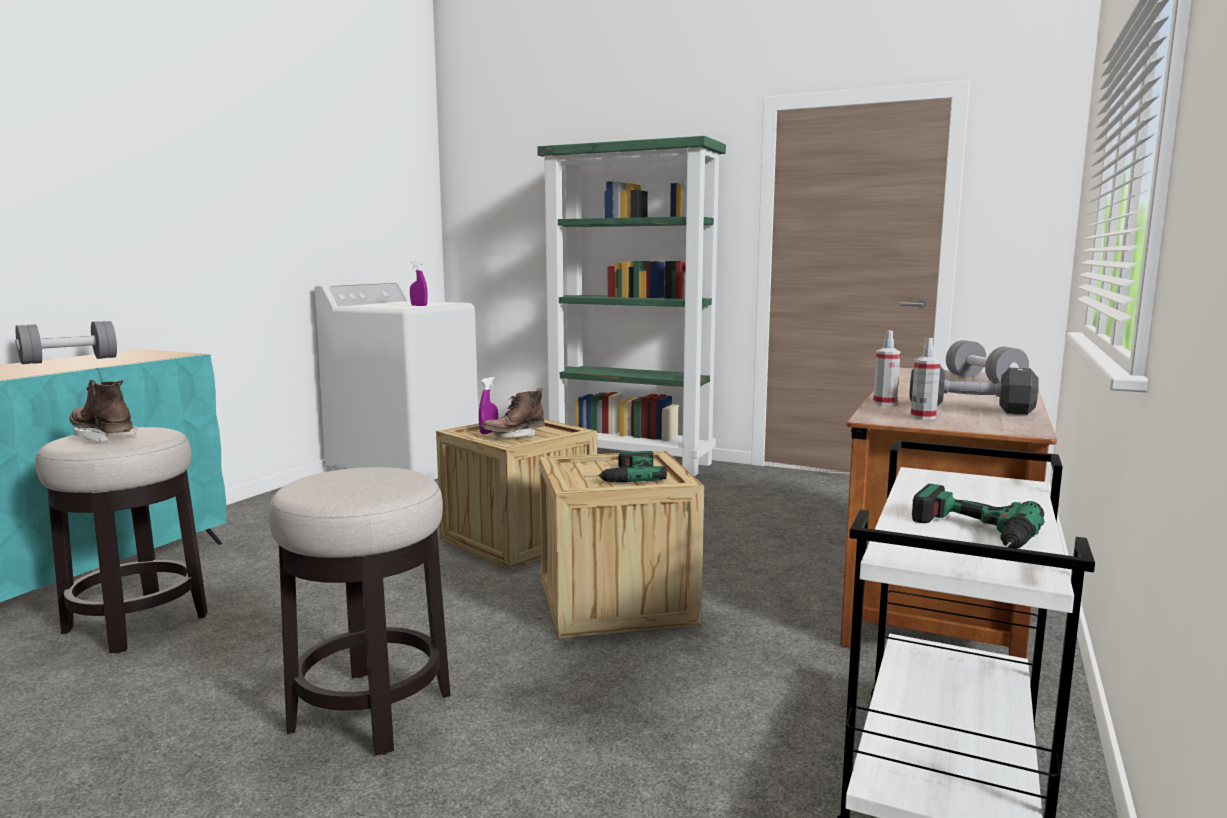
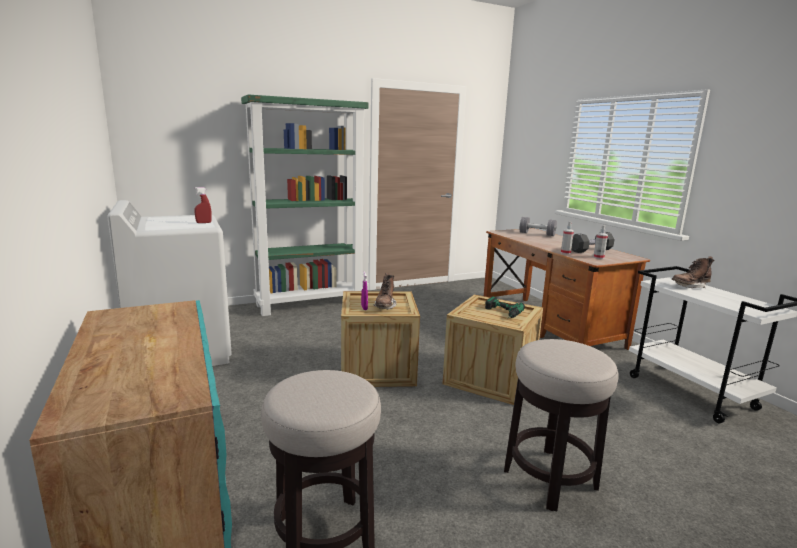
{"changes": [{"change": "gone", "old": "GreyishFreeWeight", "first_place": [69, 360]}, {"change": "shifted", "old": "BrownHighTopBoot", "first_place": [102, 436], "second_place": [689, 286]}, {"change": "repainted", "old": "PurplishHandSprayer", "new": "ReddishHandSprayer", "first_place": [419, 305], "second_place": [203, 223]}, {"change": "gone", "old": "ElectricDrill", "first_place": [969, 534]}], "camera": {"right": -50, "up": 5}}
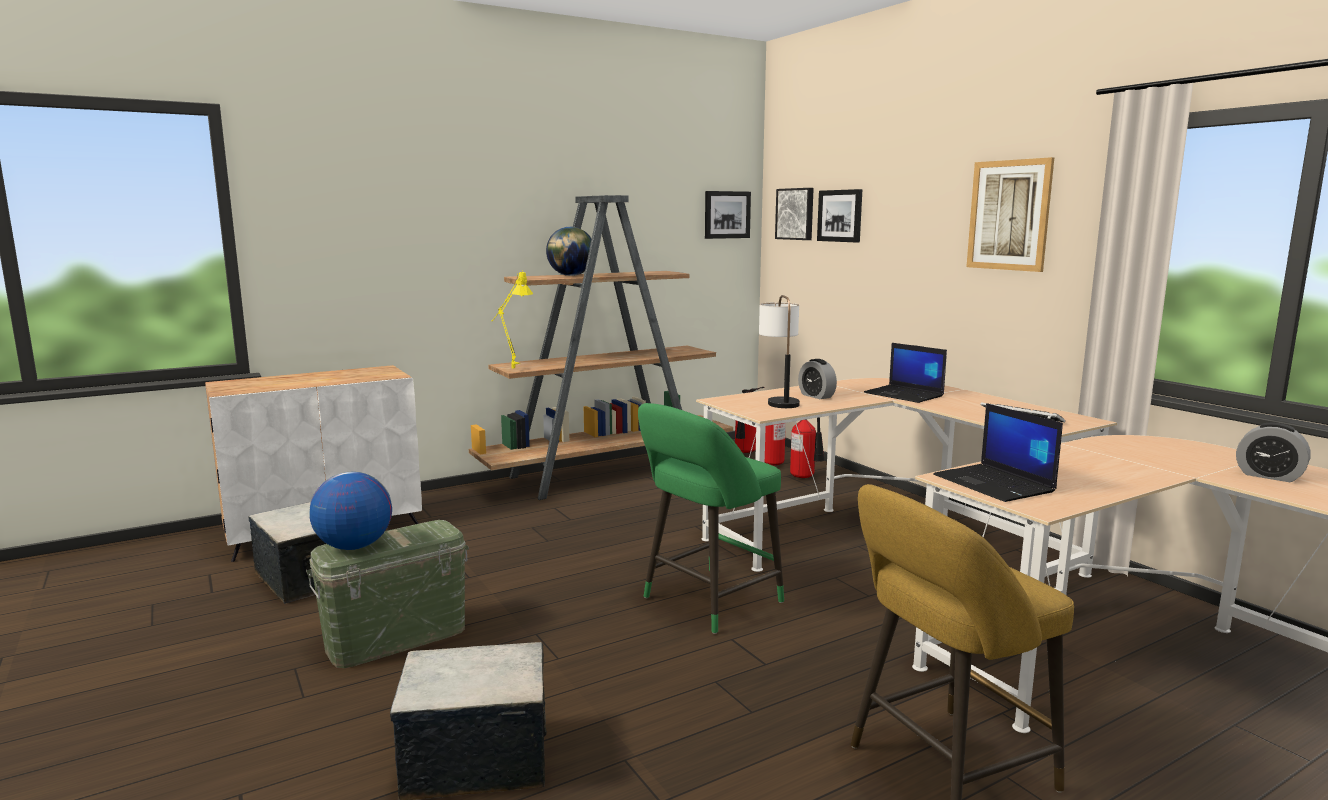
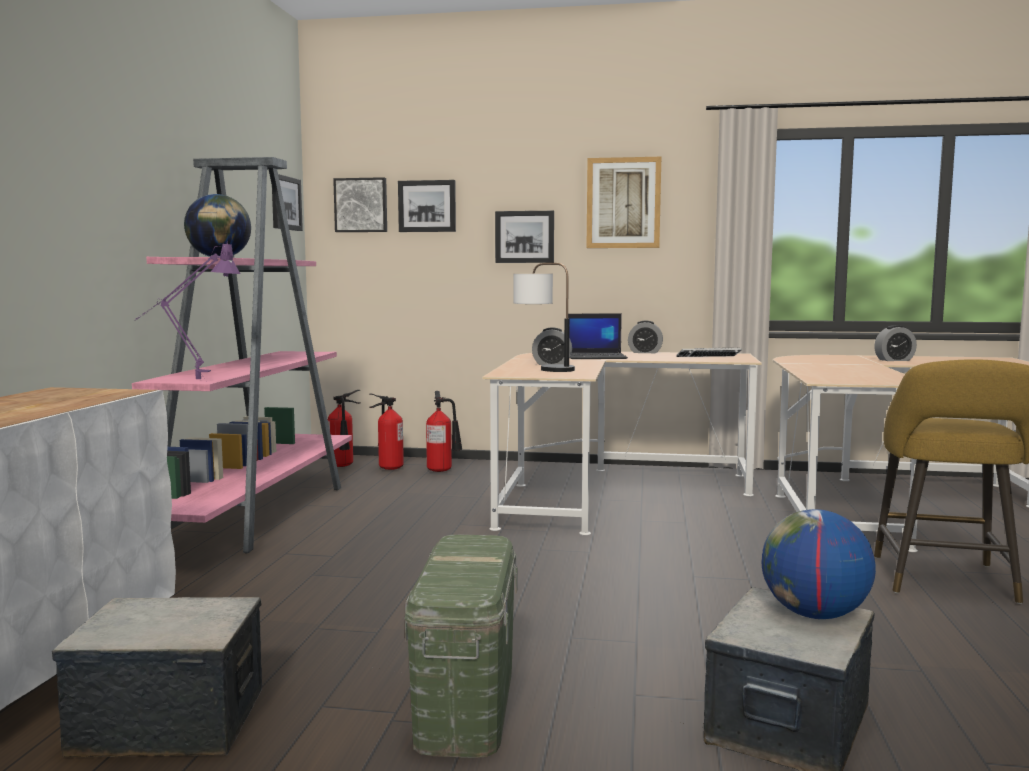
{"changes": [{"change": "shifted", "old": "WorldGlobe", "first_place": [354, 546], "second_place": [814, 615]}, {"change": "repainted", "old": "BrownBookcase", "new": "PinkBookcase", "first_place": [608, 473], "second_place": [256, 513]}, {"change": "repainted", "old": "YellowTabletopLamp", "new": "PurplishTabletopLamp", "first_place": [510, 369], "second_place": [191, 381]}, {"change": "gone", "old": "GreenColouredStool", "first_place": [707, 602]}, {"change": "gone", "old": "Laptop", "first_place": [995, 484]}, {"change": "new", "new": "WallArt", "second_place": [524, 237]}, {"change": "new", "new": "AlarmClock", "second_place": [645, 352]}], "camera": {"right": -50, "up": -5}}
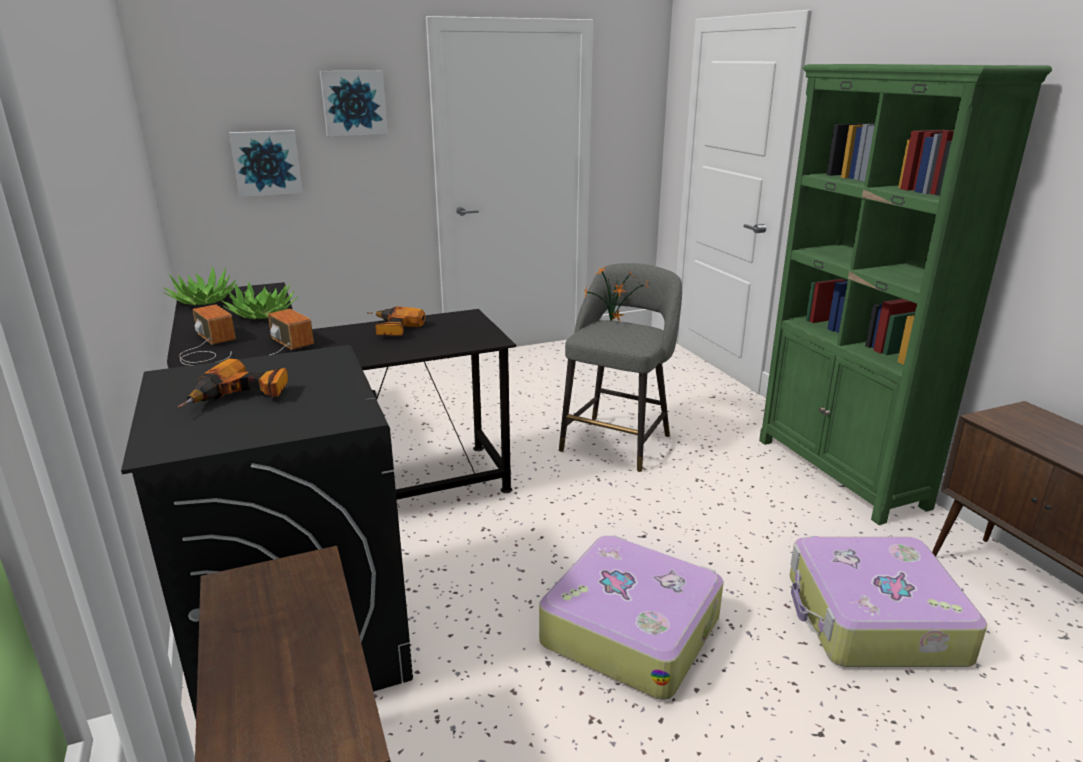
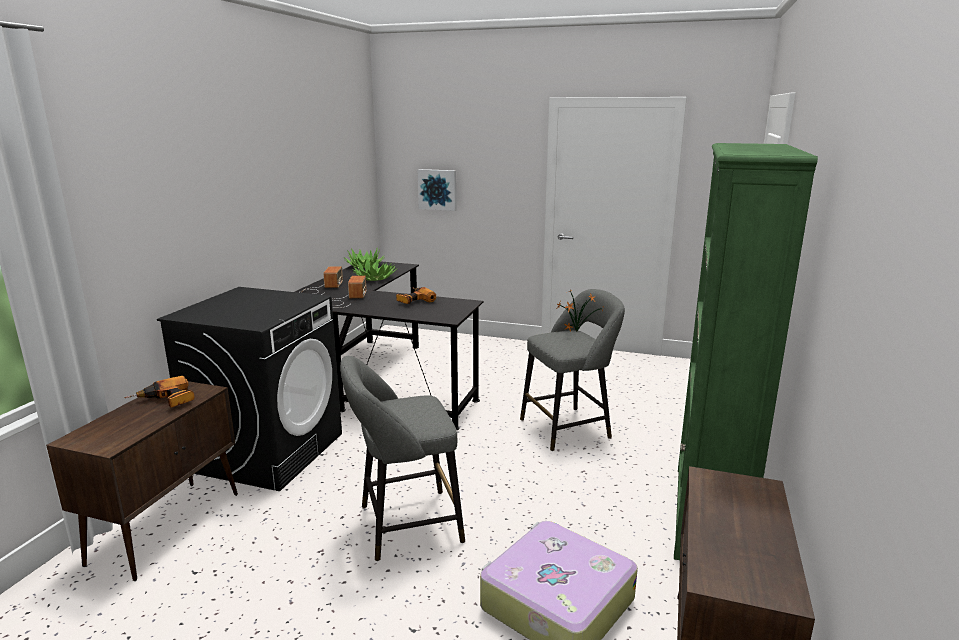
{"changes": [{"change": "shifted", "old": "ElectricDrill", "first_place": [241, 398], "second_place": [167, 401]}, {"change": "gone", "old": "WallArt", "first_place": [354, 103]}, {"change": "swapped", "old": "Suitcase", "new": "GreyishStool", "first_place": [630, 629], "second_place": [404, 525]}], "camera": {"right": 40, "up": -5}}
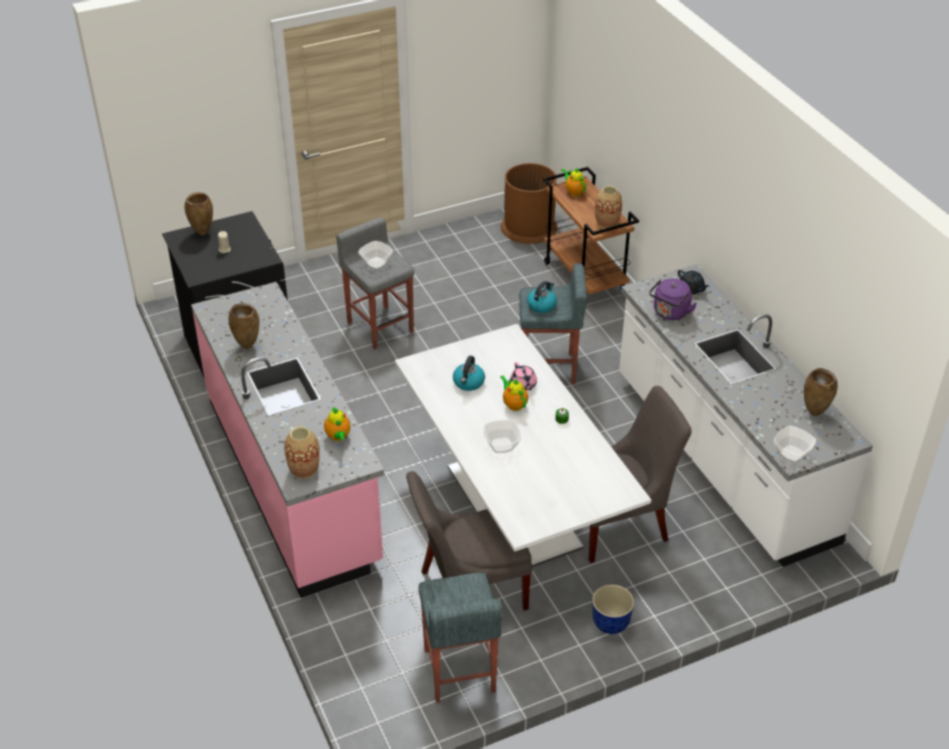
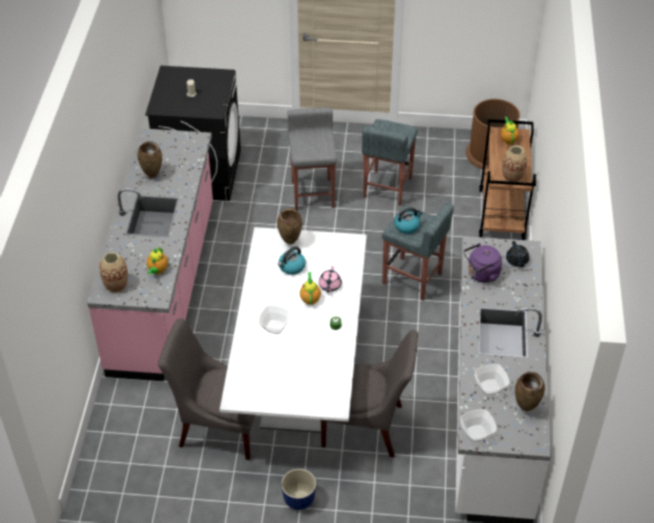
{"changes": [{"change": "shifted", "old": "BrownVase", "first_place": [202, 233], "second_place": [289, 242]}, {"change": "shifted", "old": "Bowl", "first_place": [376, 263], "second_place": [490, 387]}, {"change": "shifted", "old": "GreyishStool", "first_place": [459, 671], "second_place": [387, 188]}], "camera": {"right": 30, "up": 5}}
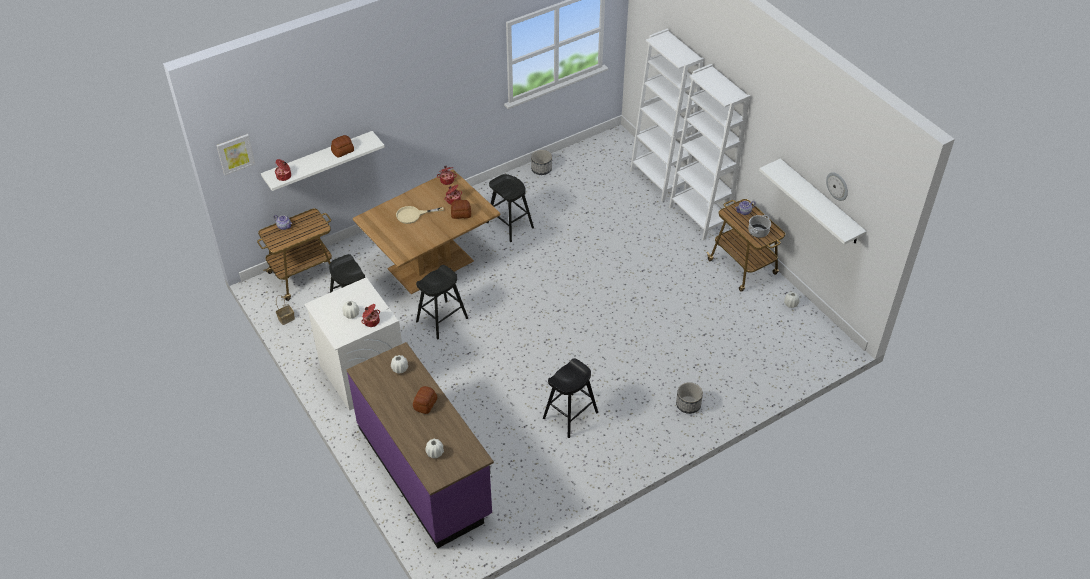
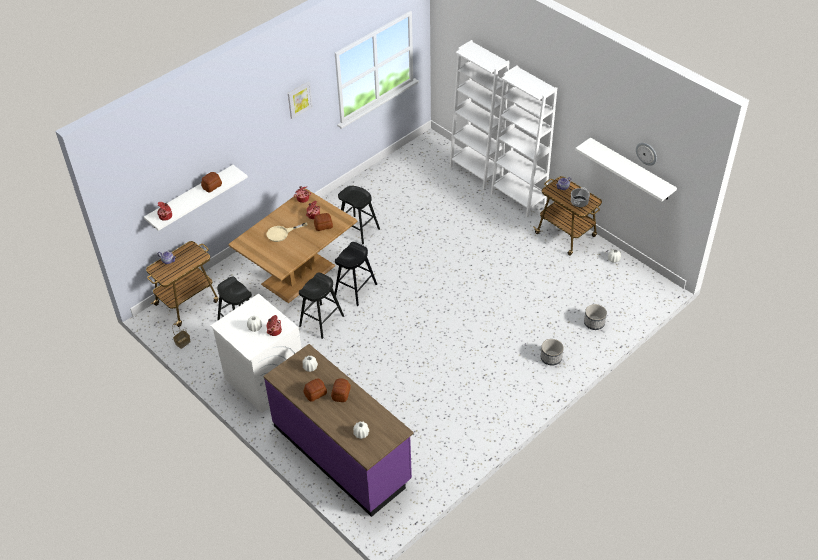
{"changes": [{"change": "shifted", "old": "WallArt", "first_place": [235, 154], "second_place": [299, 99]}, {"change": "shifted", "old": "Planter", "first_place": [541, 169], "second_place": [594, 323]}, {"change": "shifted", "old": "BlackishStool", "first_place": [570, 415], "second_place": [355, 289]}, {"change": "new", "new": "BakeryBread", "second_place": [316, 393]}], "camera": {"right": -10, "up": 0}}
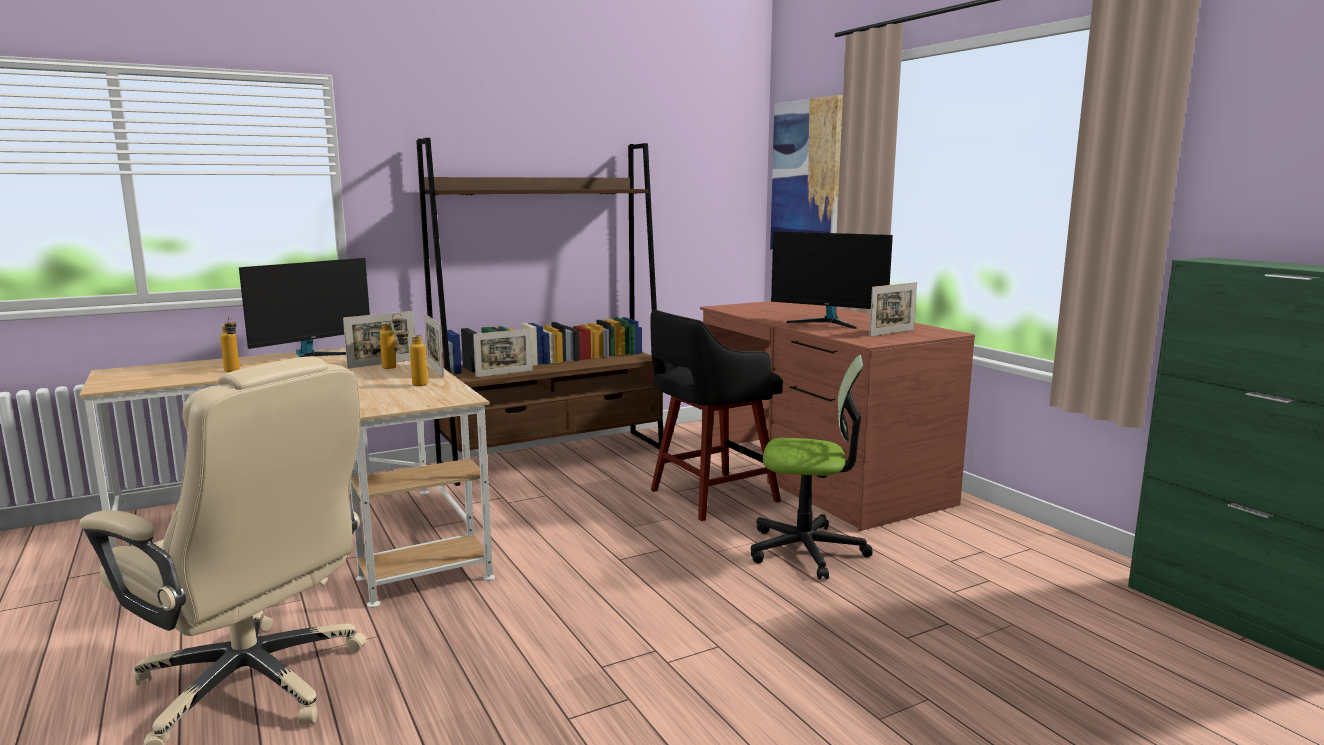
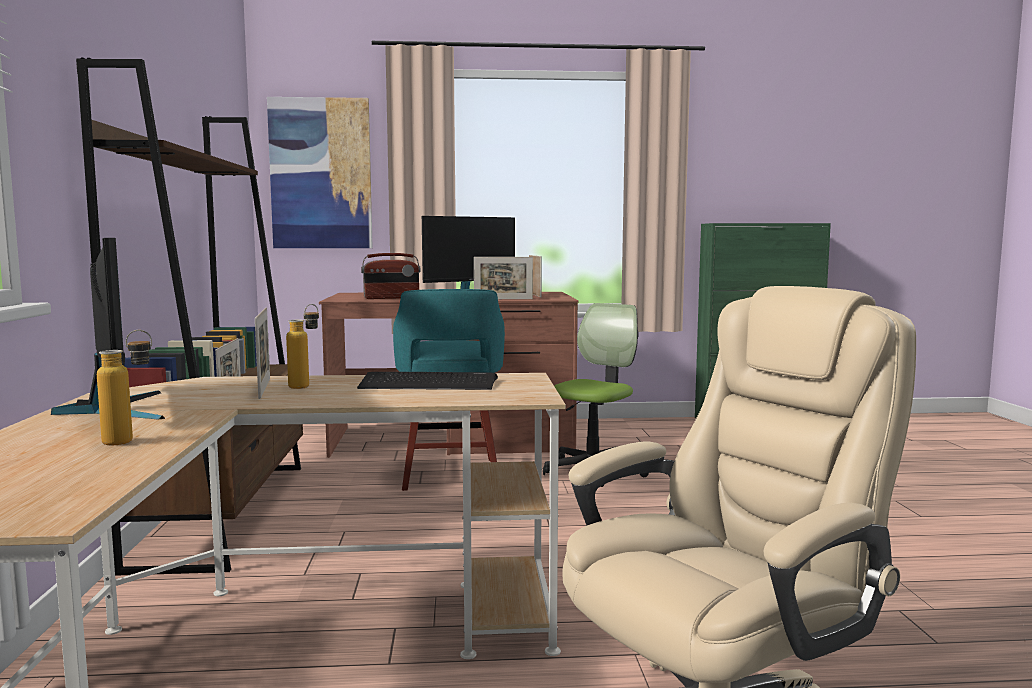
{"changes": [{"change": "swapped", "old": "BeverageBottle", "new": "ComputerKeyboard", "first_place": [413, 385], "second_place": [428, 384]}, {"change": "shifted", "old": "StandingFrame", "first_place": [435, 370], "second_place": [503, 299]}, {"change": "repainted", "old": "BlackishStool", "new": "TurquoiseStool", "first_place": [710, 496], "second_place": [450, 475]}, {"change": "new", "new": "RadioSet", "second_place": [391, 298]}], "camera": {"right": -65, "up": -5}}
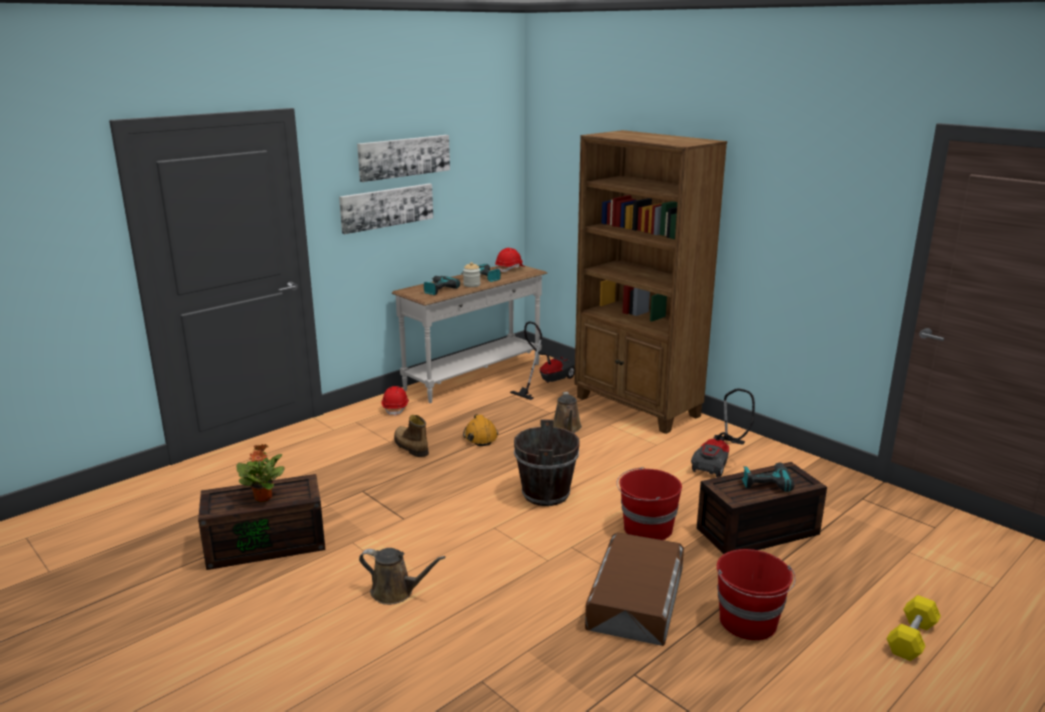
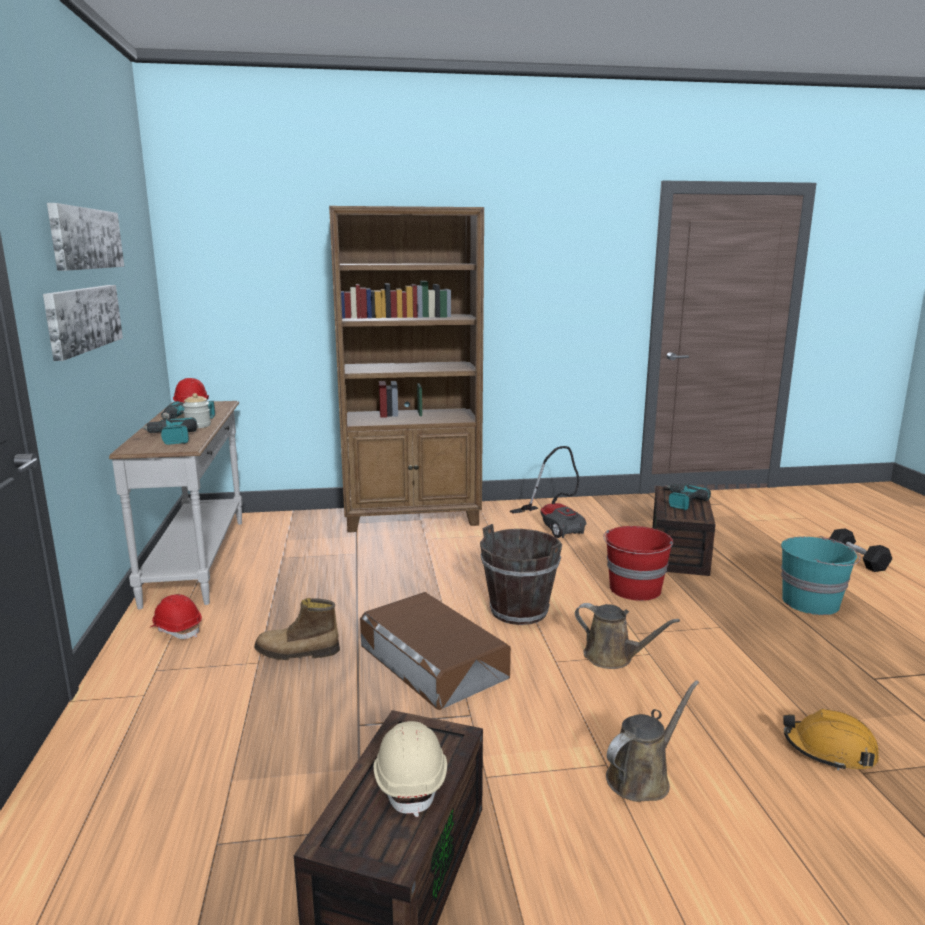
{"changes": [{"change": "swapped", "old": "PlantInAPot", "new": "BeigeWorkHelmet", "first_place": [263, 497], "second_place": [411, 781]}, {"change": "shifted", "old": "OrangeWorkHelmet", "first_place": [480, 436], "second_place": [829, 750]}, {"change": "gone", "old": "Hoover", "first_place": [546, 381]}, {"change": "shifted", "old": "BrownWateringPot", "first_place": [567, 428], "second_place": [613, 657]}, {"change": "shifted", "old": "BrownStorageContainer", "first_place": [636, 598], "second_place": [433, 661]}, {"change": "repainted", "old": "ReddishPail", "new": "TurquoisePail", "first_place": [748, 622], "second_place": [812, 602]}, {"change": "repainted", "old": "YellowFreeWeight", "new": "BlackishFreeWeight", "first_place": [911, 638], "second_place": [857, 560]}], "camera": {"right": -55, "up": -5}}
